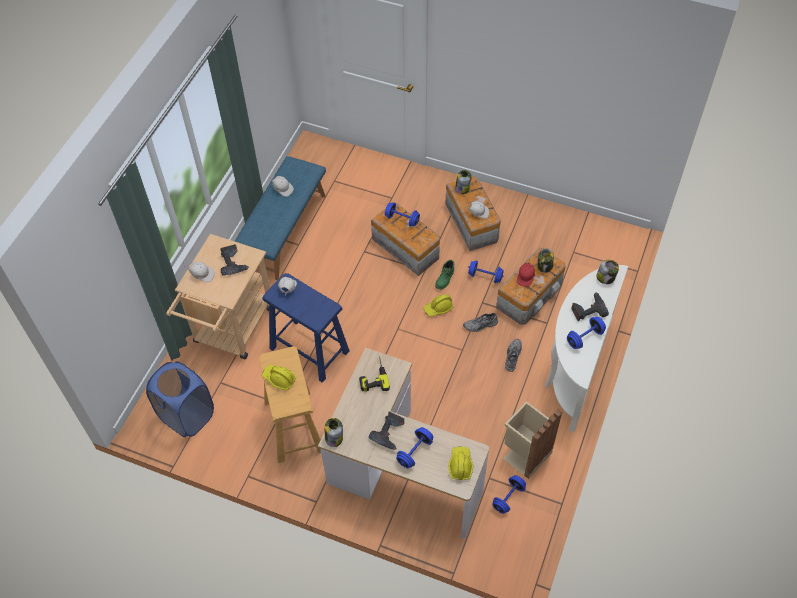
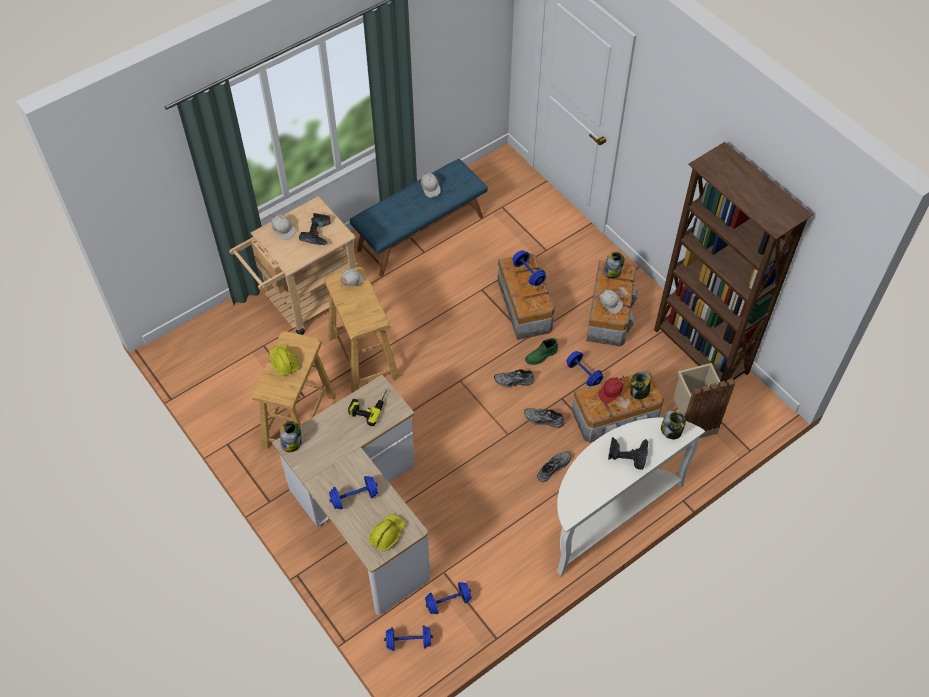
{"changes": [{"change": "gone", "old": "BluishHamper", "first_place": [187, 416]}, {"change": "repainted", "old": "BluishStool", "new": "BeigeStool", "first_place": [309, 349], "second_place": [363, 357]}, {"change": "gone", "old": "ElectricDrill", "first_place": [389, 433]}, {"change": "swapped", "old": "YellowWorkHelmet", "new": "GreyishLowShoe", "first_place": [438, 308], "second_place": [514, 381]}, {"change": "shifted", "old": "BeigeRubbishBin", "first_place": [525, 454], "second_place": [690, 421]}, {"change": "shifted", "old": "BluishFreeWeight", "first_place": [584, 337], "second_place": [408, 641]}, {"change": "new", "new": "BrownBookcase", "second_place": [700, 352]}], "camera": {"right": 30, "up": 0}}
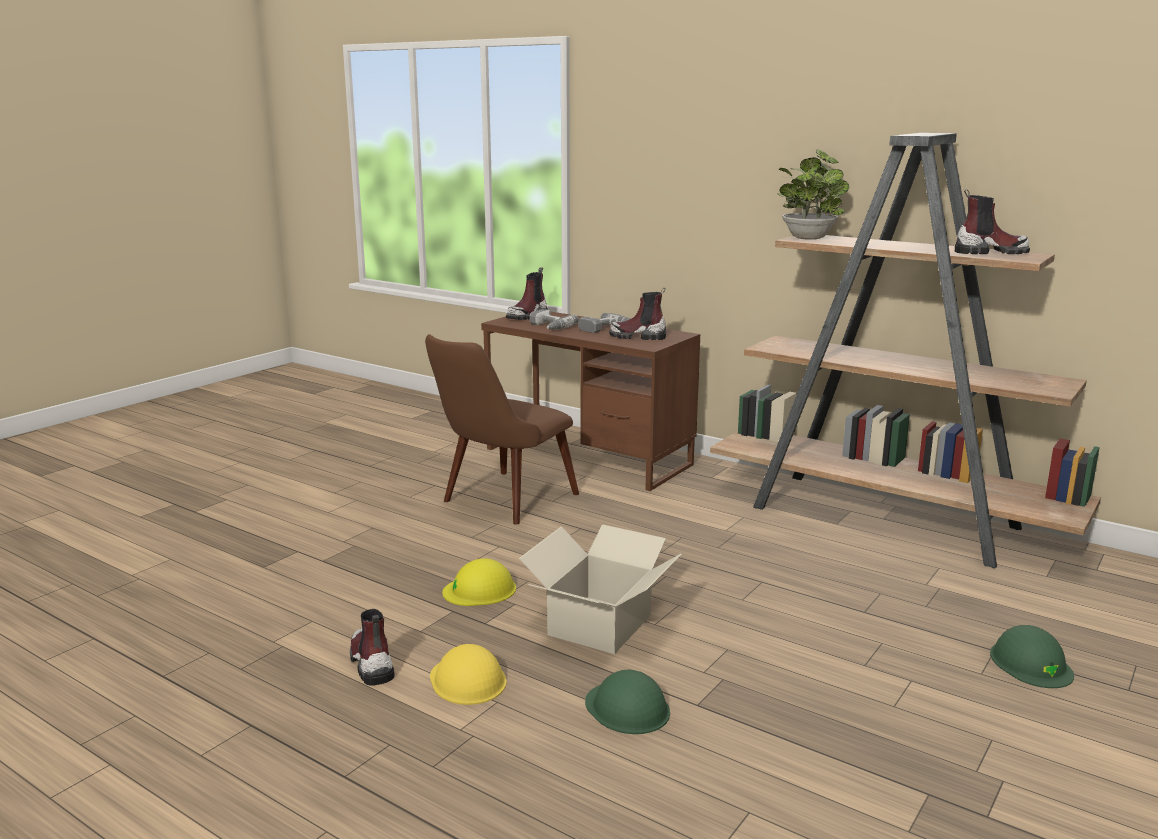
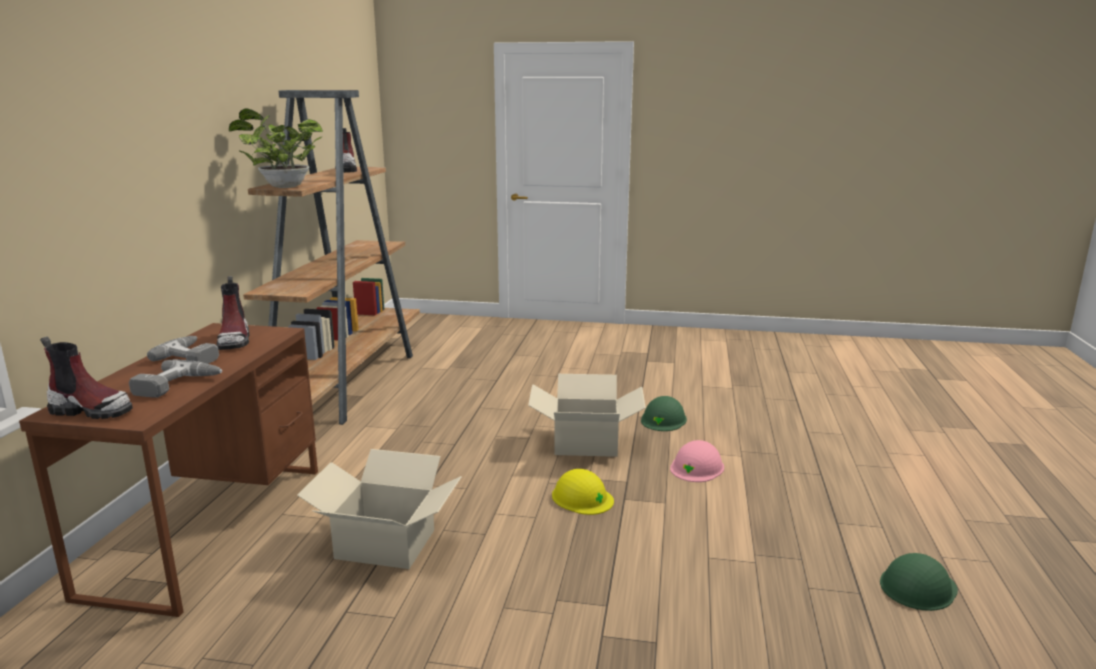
{"changes": [{"change": "gone", "old": "HighTopBoot", "first_place": [371, 663]}, {"change": "swapped", "old": "BrownPlainChair", "new": "CardboardBox", "first_place": [500, 502], "second_place": [385, 544]}, {"change": "repainted", "old": "YellowWorkHelmet", "new": "PinkWorkHelmet", "first_place": [467, 680], "second_place": [697, 467]}, {"change": "shifted", "old": "GreenColouredWorkHelmet", "first_place": [1031, 663], "second_place": [918, 586]}], "camera": {"right": -115, "up": 0}}
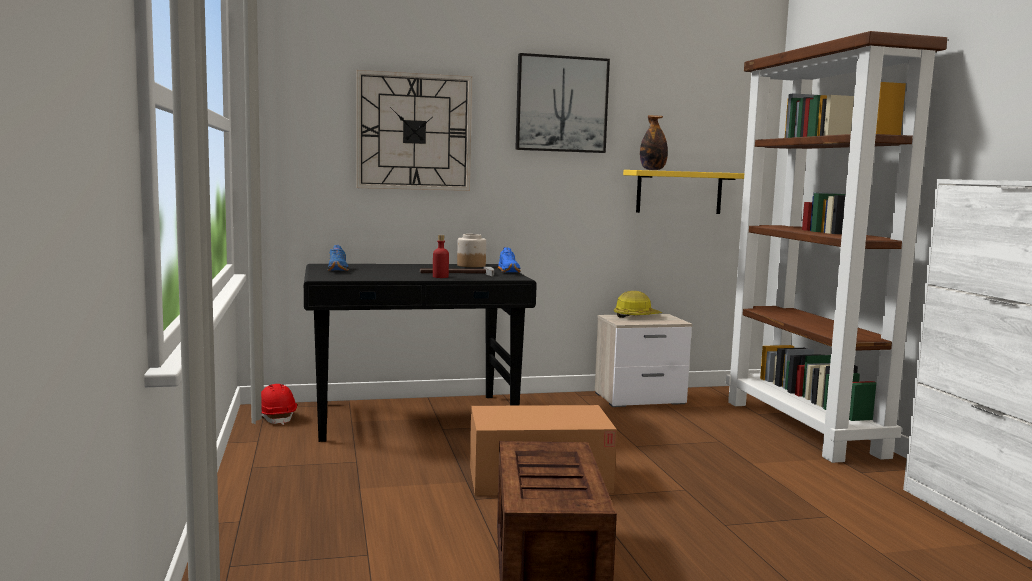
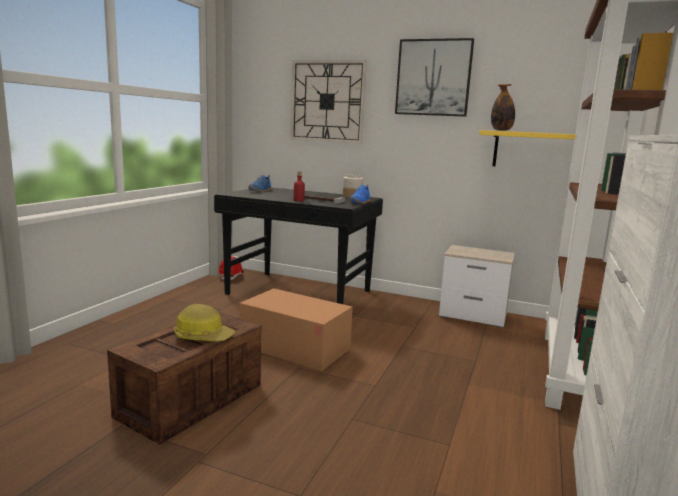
{"changes": [{"change": "shifted", "old": "WorkHelmet", "first_place": [636, 316], "second_place": [203, 336]}], "camera": {"right": 35, "up": 5}}
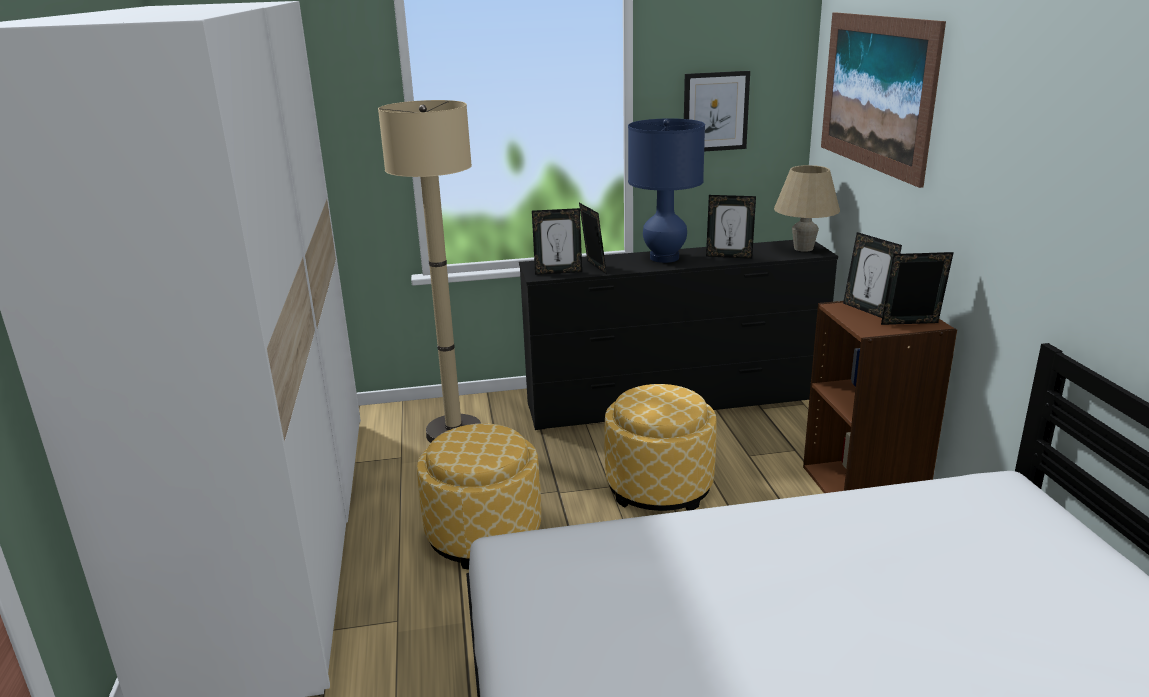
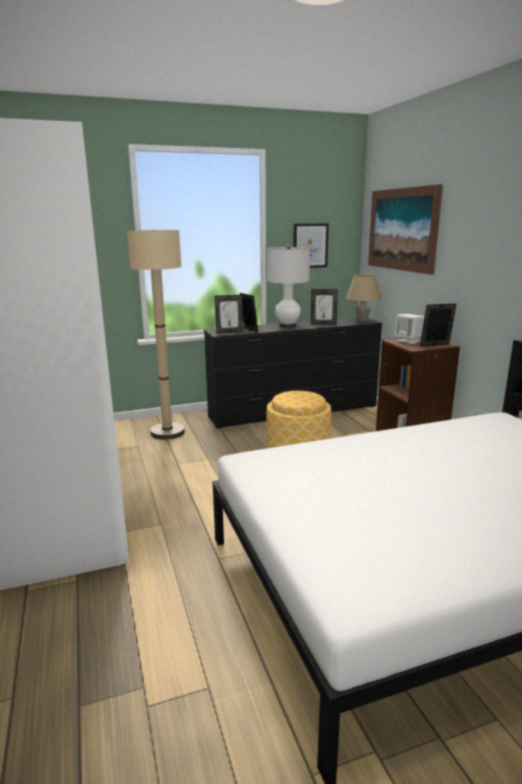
{"changes": [{"change": "gone", "old": "Footrest", "first_place": [484, 534]}, {"change": "repainted", "old": "BluishTabletopLamp", "new": "WhiteColouredTabletopLamp", "first_place": [664, 258], "second_place": [287, 325]}, {"change": "swapped", "old": "StandingFrame", "new": "WhiteColouredLoudspeaker", "first_place": [867, 310], "second_place": [409, 341]}], "camera": {"right": -10, "up": -5}}
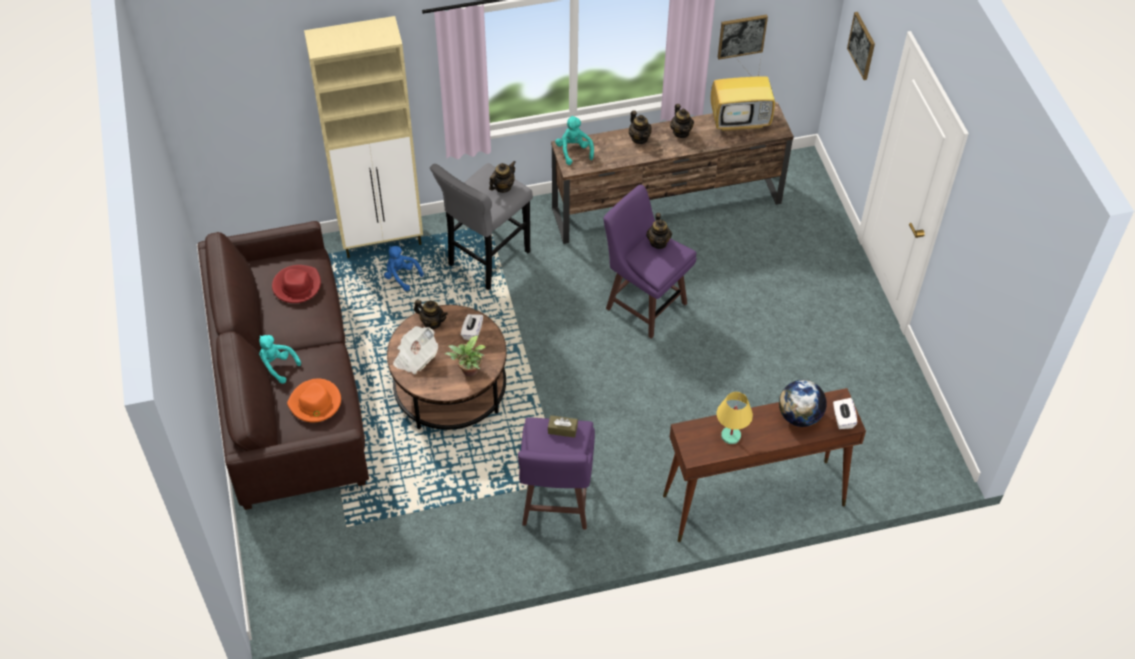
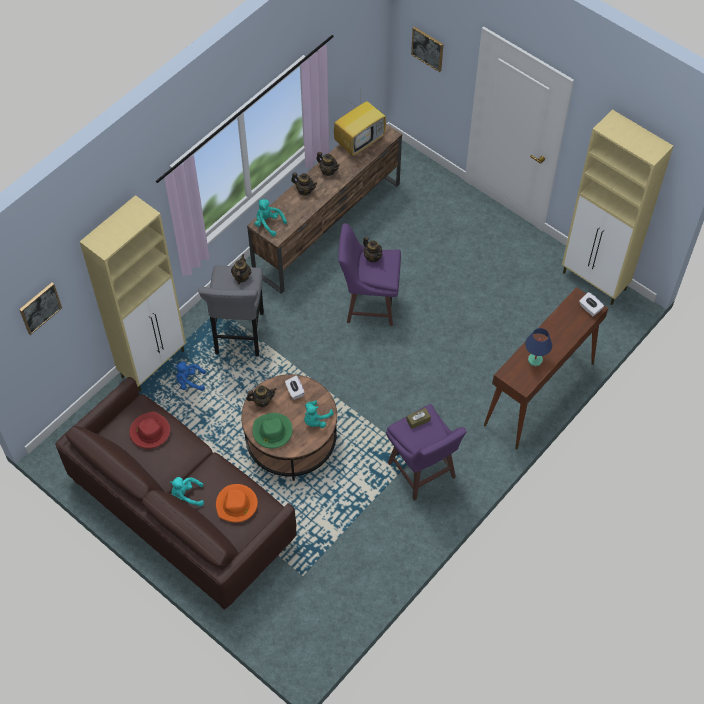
{"changes": [{"change": "swapped", "old": "PrintedPaper", "new": "GreenColouredClothingHat", "first_place": [415, 357], "second_place": [272, 432]}, {"change": "swapped", "old": "PlantInAPot", "new": "TurquoisePlushToy", "first_place": [468, 372], "second_place": [315, 420]}, {"change": "shifted", "old": "WallArt", "first_place": [741, 36], "second_place": [40, 307]}, {"change": "repainted", "old": "YellowTabletopLamp", "new": "BluishTabletopLamp", "first_place": [730, 436], "second_place": [535, 360]}, {"change": "gone", "old": "WorldGlobe", "first_place": [799, 416]}, {"change": "new", "new": "BeigeCabinet", "second_place": [595, 281]}], "camera": {"right": -35, "up": 5}}
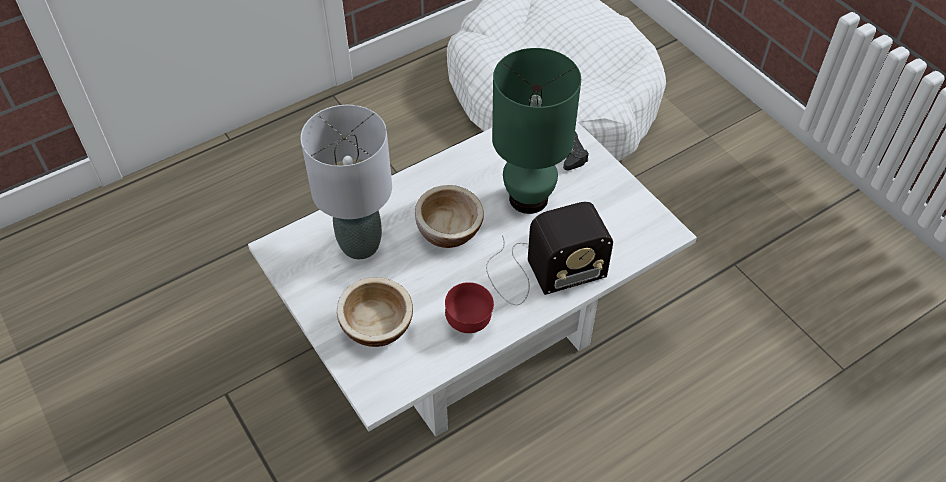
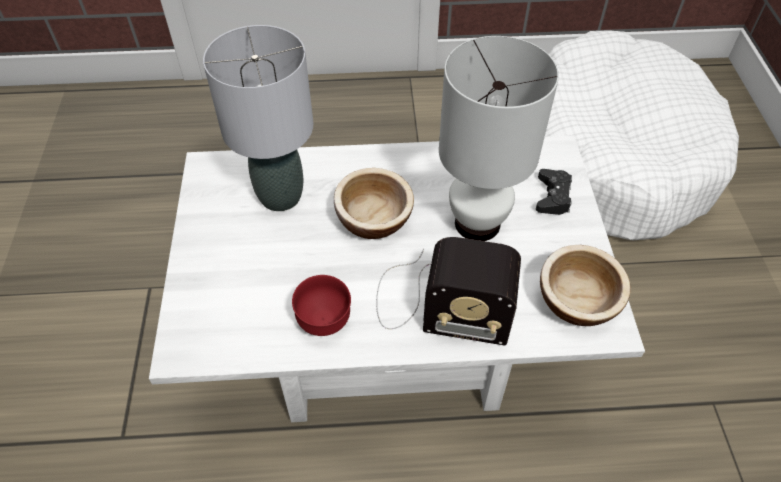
{"changes": [{"change": "shifted", "old": "Bowl", "first_place": [376, 326], "second_place": [576, 302]}, {"change": "repainted", "old": "GreenColouredTabletopLamp", "new": "WhiteColouredTabletopLamp", "first_place": [528, 198], "second_place": [477, 223]}], "camera": {"right": 30, "up": 0}}
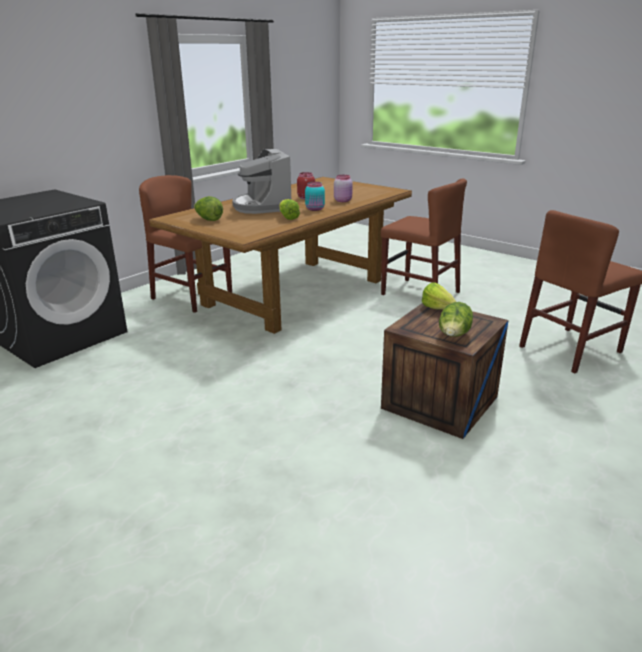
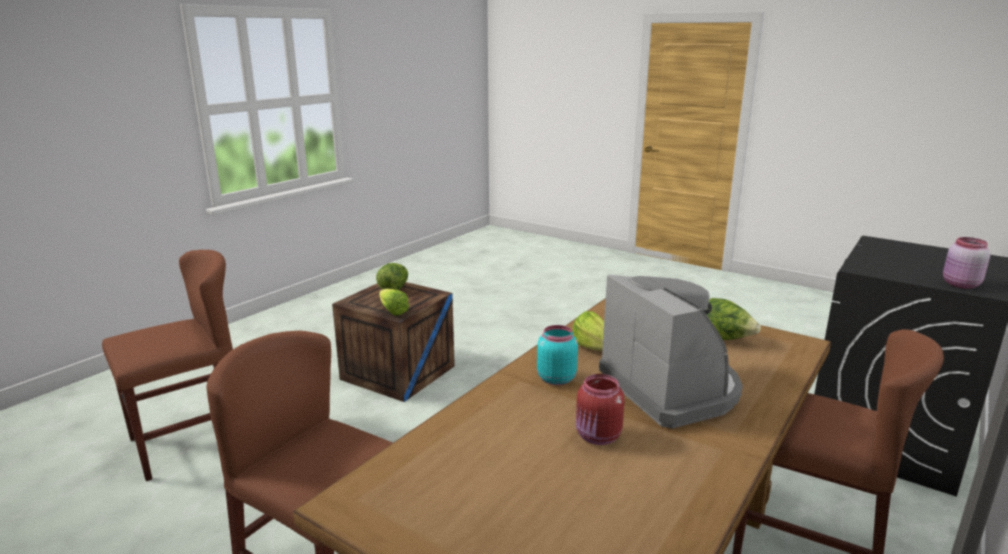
{"changes": [{"change": "shifted", "old": "PinkPreserveJar", "first_place": [343, 201], "second_place": [960, 285]}], "camera": {"right": 175, "up": -5}}
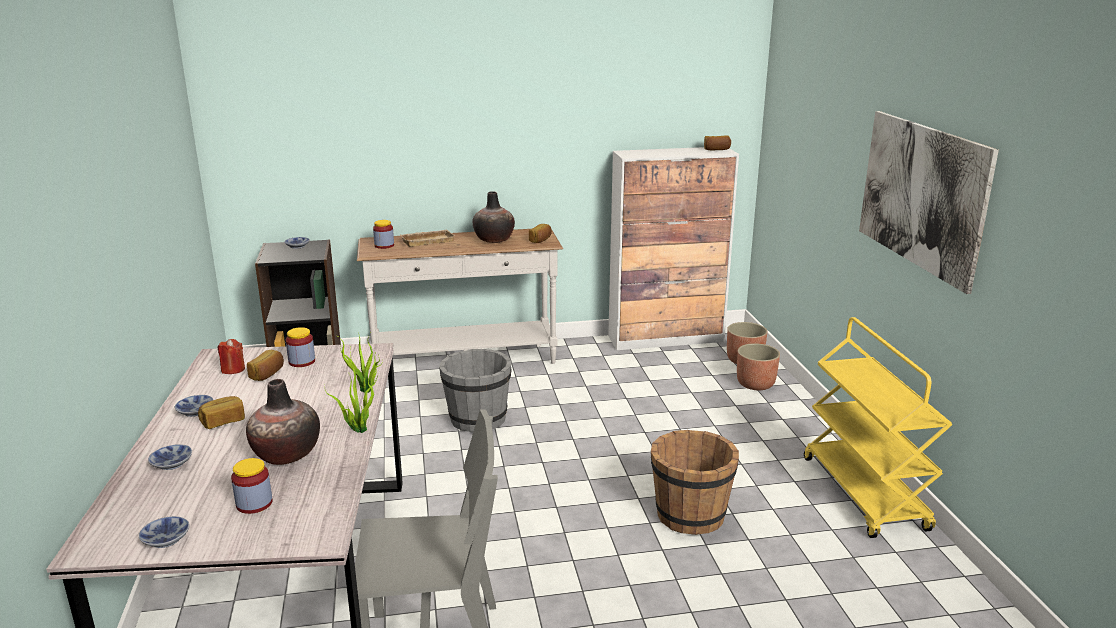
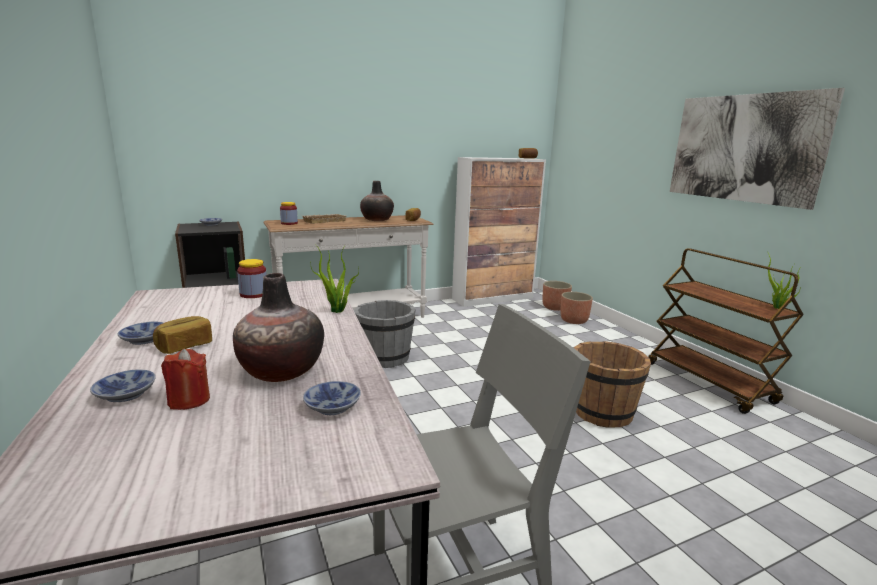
{"changes": [{"change": "shifted", "old": "Bowl", "first_place": [168, 539], "second_place": [335, 406]}, {"change": "shifted", "old": "ReddishCandle", "first_place": [233, 369], "second_place": [189, 400]}, {"change": "gone", "old": "PreserveJar", "first_place": [254, 503]}, {"change": "gone", "old": "BakeryBread", "first_place": [268, 374]}, {"change": "shifted", "old": "PlantInAPot", "first_place": [358, 429], "second_place": [777, 308]}, {"change": "repainted", "old": "YellowTrolley", "new": "BrownTrolley", "first_place": [865, 494], "second_place": [709, 383]}], "camera": {"right": -15, "up": -5}}
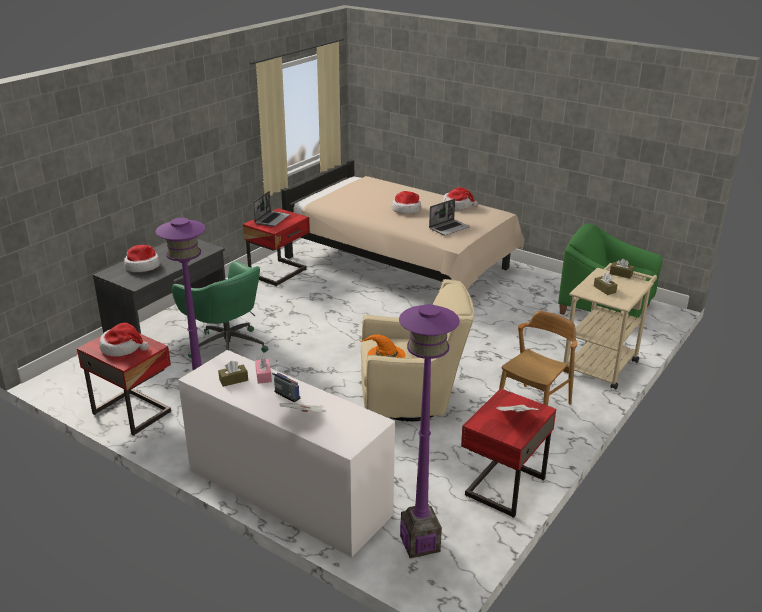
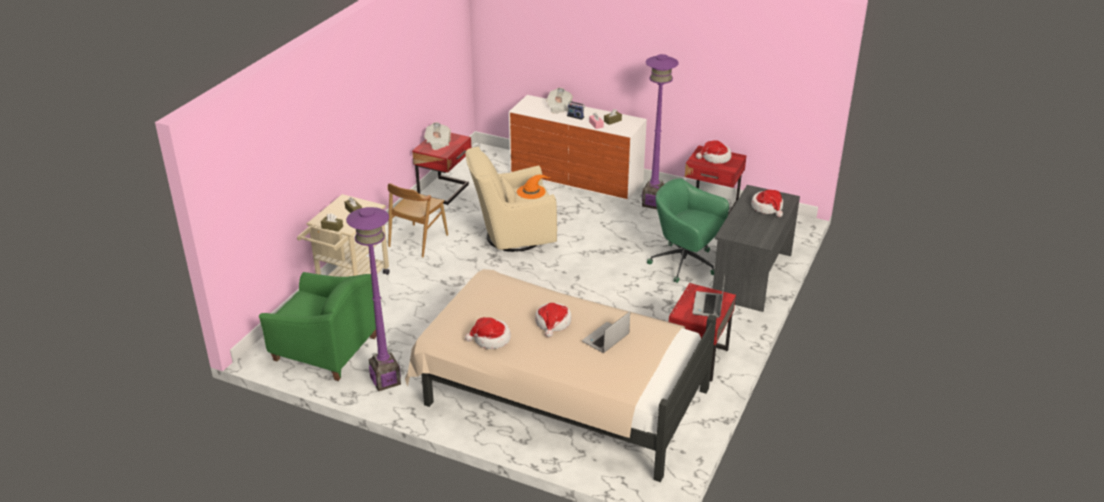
{"changes": [{"change": "shifted", "old": "PurplishStandingLamp", "first_place": [420, 543], "second_place": [385, 380]}, {"change": "shifted", "old": "Laptop", "first_place": [449, 228], "second_place": [605, 339]}], "camera": {"right": 170, "up": 5}}
